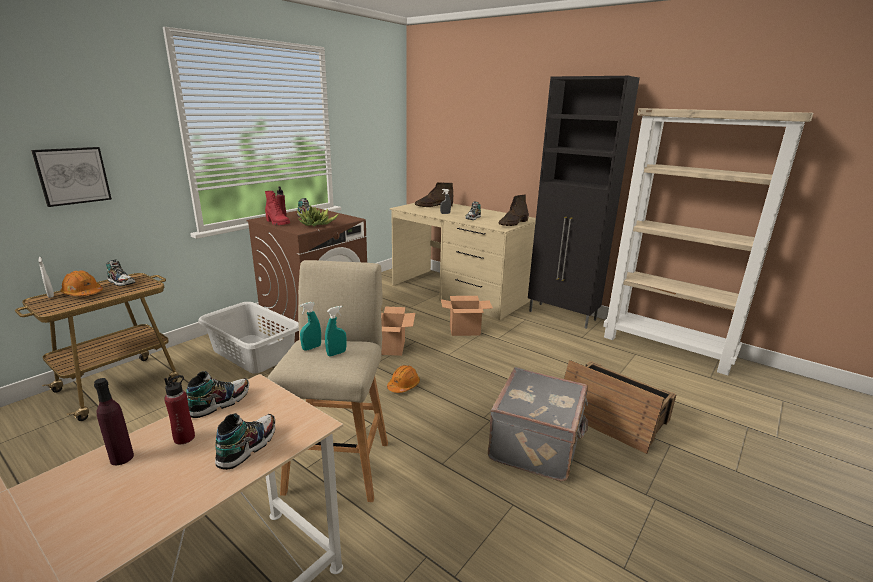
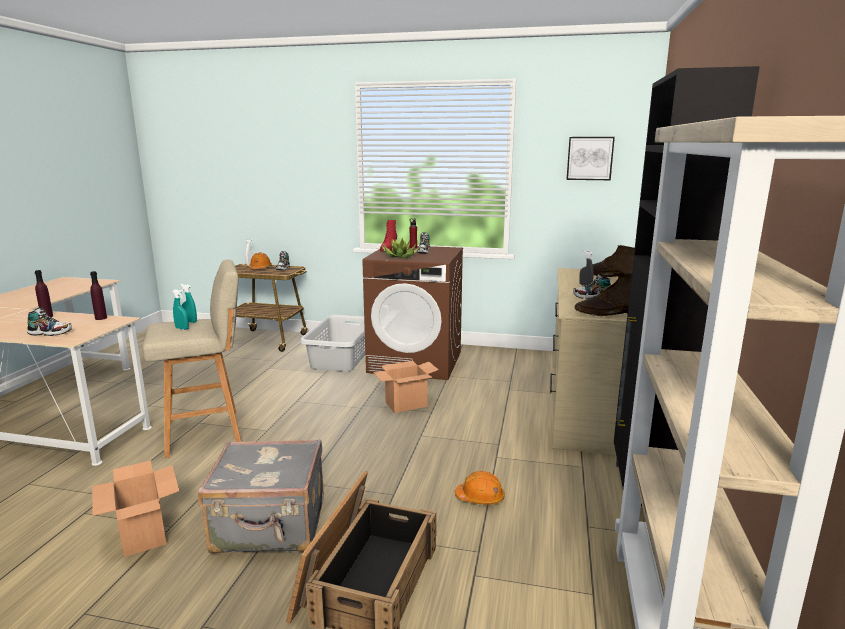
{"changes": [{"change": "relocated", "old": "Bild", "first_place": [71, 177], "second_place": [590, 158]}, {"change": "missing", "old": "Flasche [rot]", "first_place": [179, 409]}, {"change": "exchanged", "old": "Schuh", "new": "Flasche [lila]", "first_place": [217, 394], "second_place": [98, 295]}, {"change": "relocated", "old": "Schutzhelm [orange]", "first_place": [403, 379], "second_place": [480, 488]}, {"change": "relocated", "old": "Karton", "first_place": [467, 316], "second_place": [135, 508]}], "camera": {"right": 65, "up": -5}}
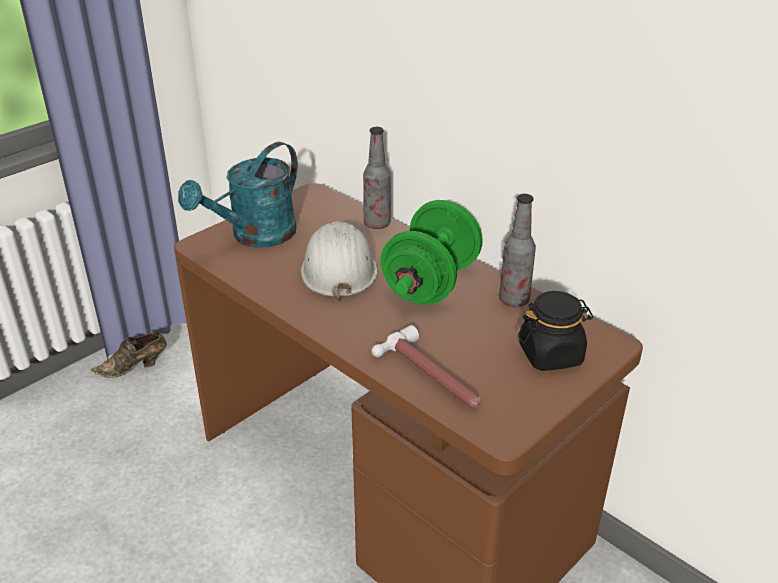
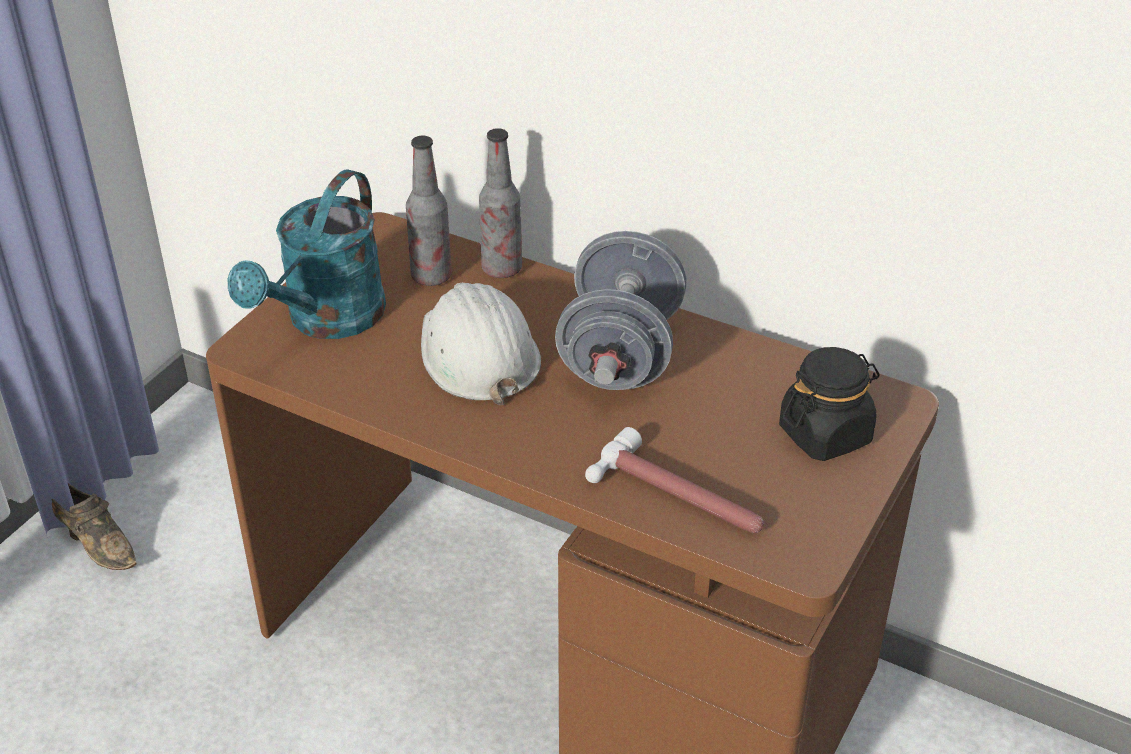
{"changes": [{"change": "spun", "old": "Schuh [braun]", "first_place": [129, 354], "second_place": [94, 526], "degrees": -105}, {"change": "colour", "old": "Hantel [grün]", "new": "Hantel [grau]", "first_place": [431, 252], "second_place": [620, 310]}, {"change": "relocated", "old": "Flasche", "first_place": [517, 250], "second_place": [429, 211]}], "camera": {"right": -15, "up": 5}}
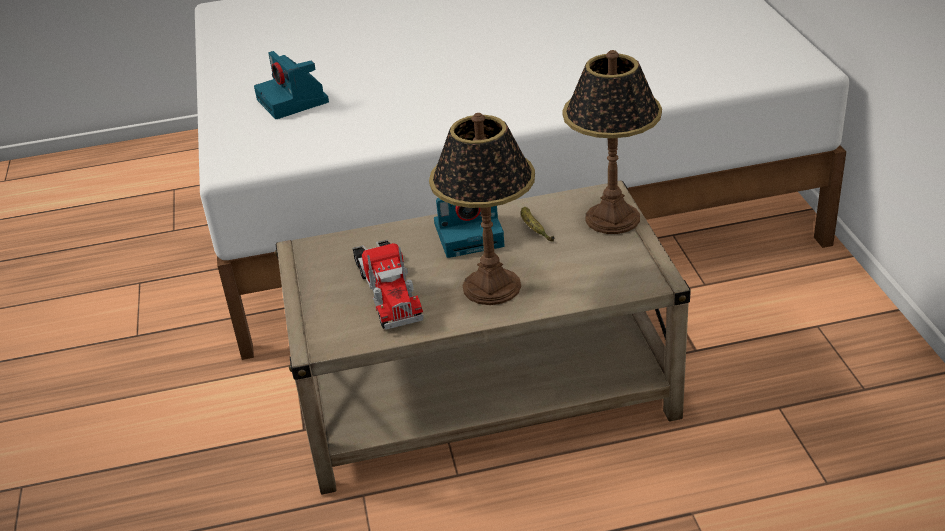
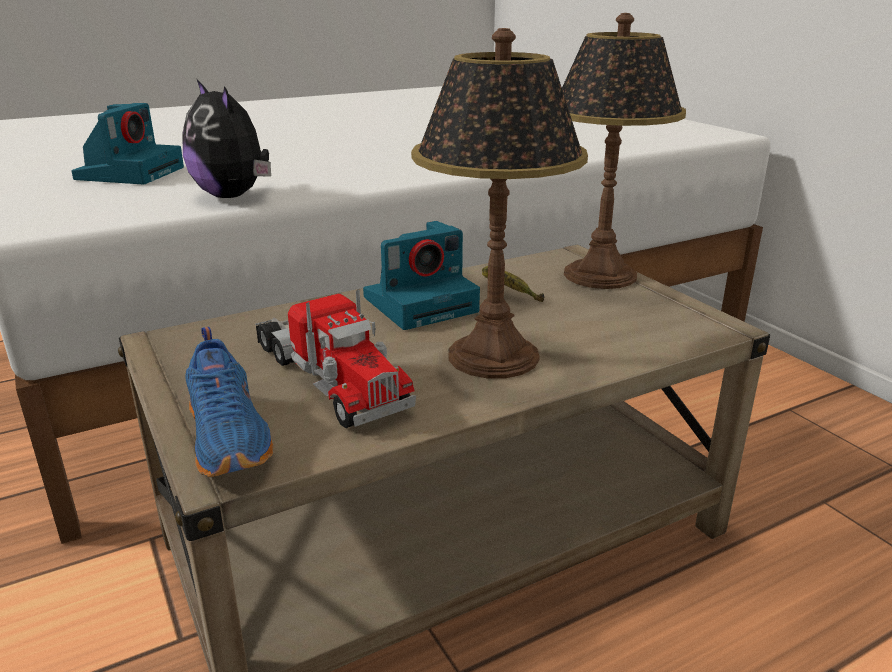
{"changes": [{"change": "spun", "old": "Kamera", "first_place": [291, 85], "second_place": [127, 144], "degrees": -120}, {"change": "appeared", "new": "Plüschtier", "second_place": [226, 139]}, {"change": "appeared", "new": "Schuh [blau]", "second_place": [229, 402]}], "camera": {"right": -20, "up": -10}}
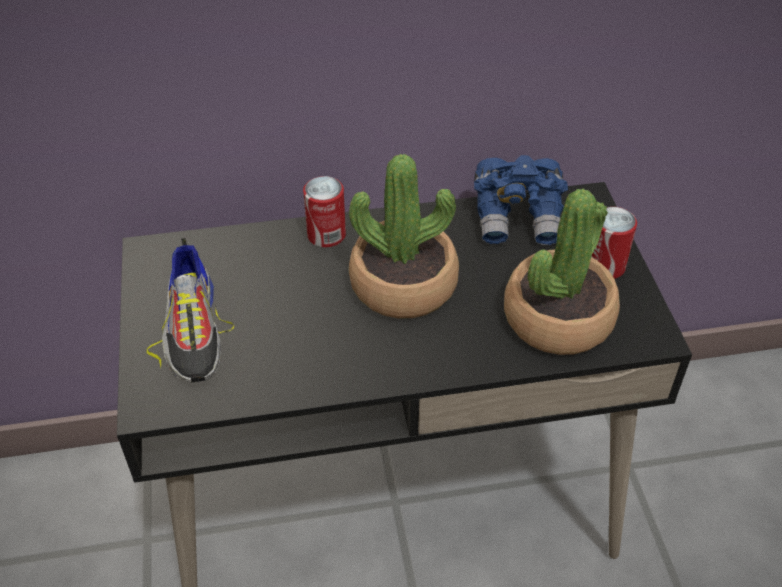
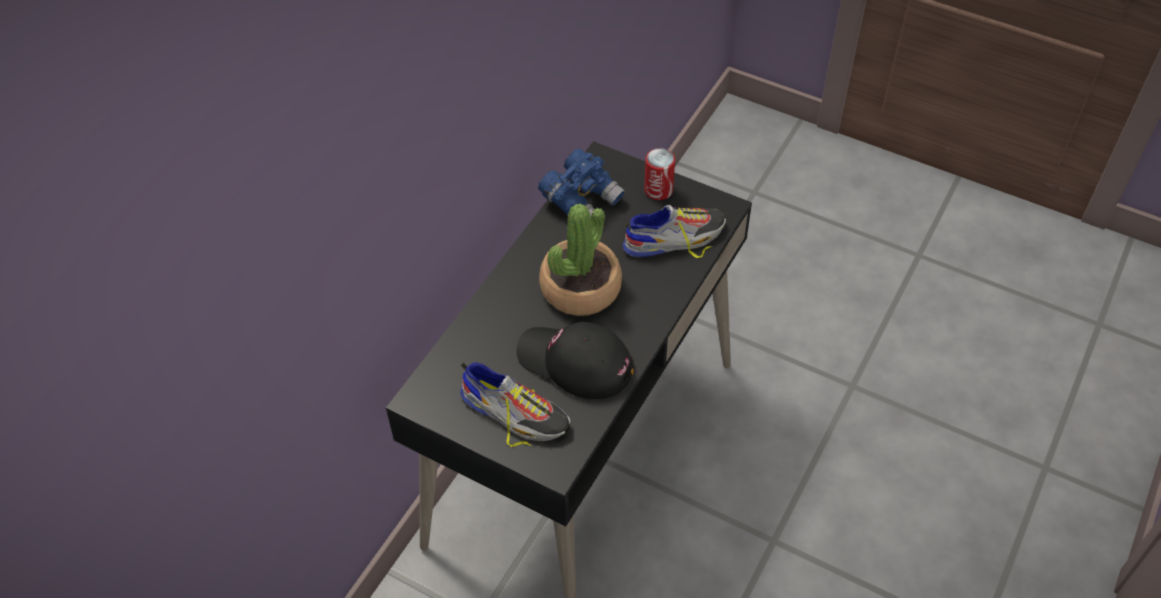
{"changes": [{"change": "missing", "old": "Dose", "first_place": [324, 211]}, {"change": "exchanged", "old": "Topfpflanze", "new": "Schuh", "first_place": [562, 272], "second_place": [674, 231]}, {"change": "appeared", "new": "Kappe [schwarz]", "second_place": [575, 360]}], "camera": {"right": -50, "up": 5}}
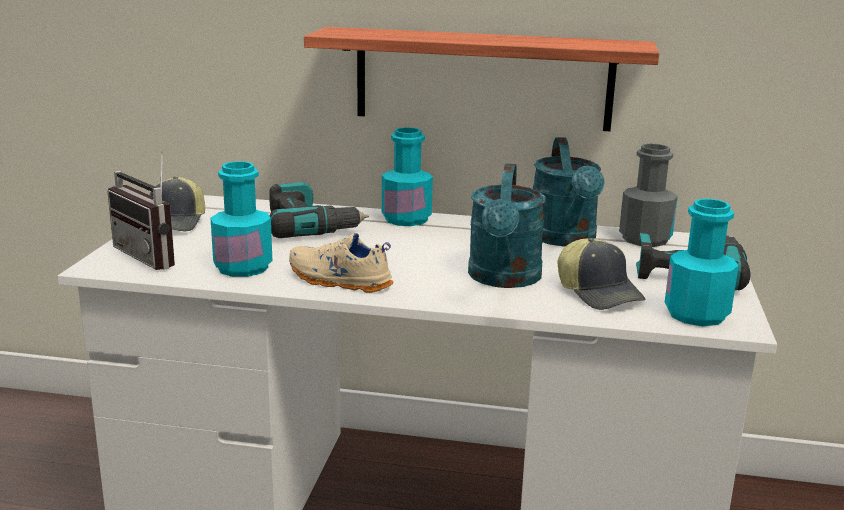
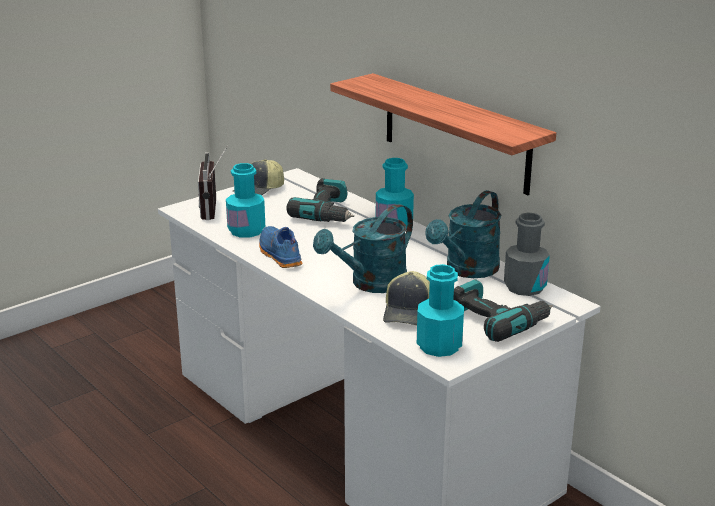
{"changes": [{"change": "colour", "old": "Schuh [beige]", "new": "Schuh [blau]", "first_place": [341, 263], "second_place": [281, 247]}], "camera": {"right": 40, "up": 5}}
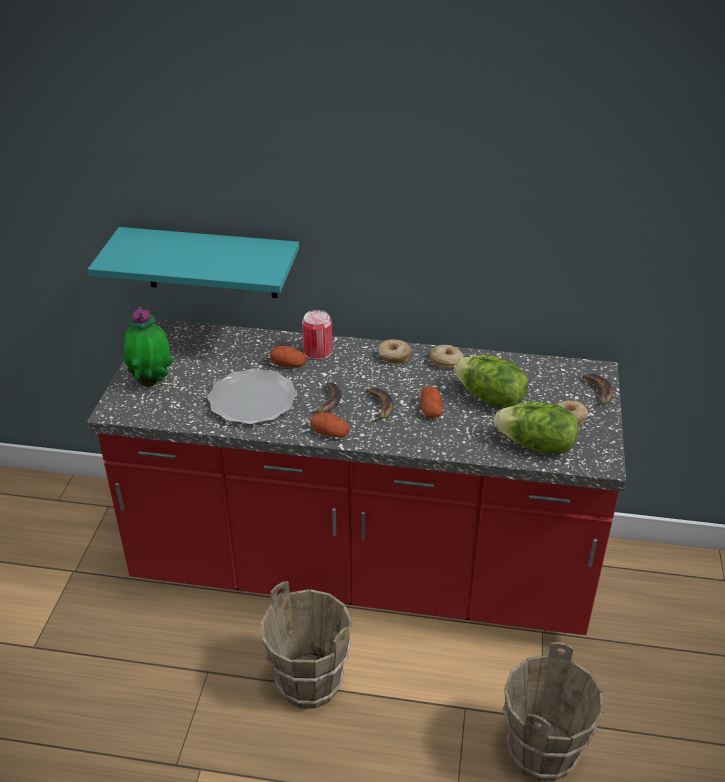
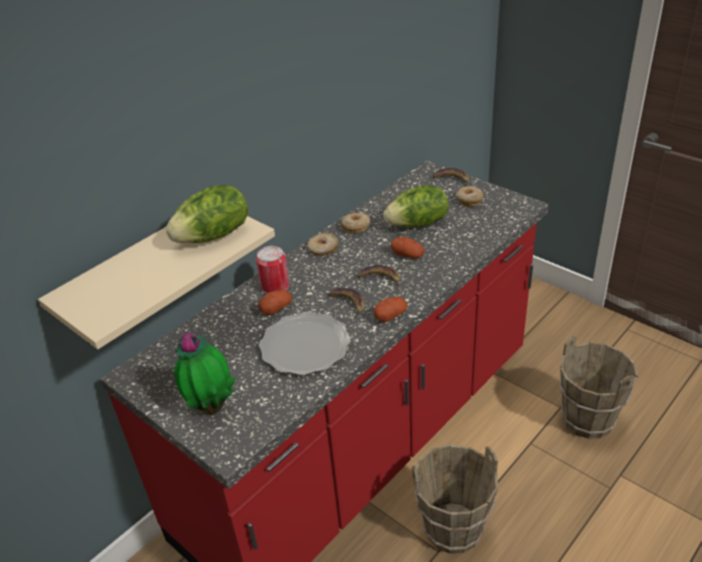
{"changes": [{"change": "colour", "old": "Wandregal [türkis]", "new": "Wandregal [beige]", "first_place": [193, 262], "second_place": [156, 282]}, {"change": "relocated", "old": "Salatkopf", "first_place": [536, 428], "second_place": [207, 214]}], "camera": {"right": -55, "up": 0}}
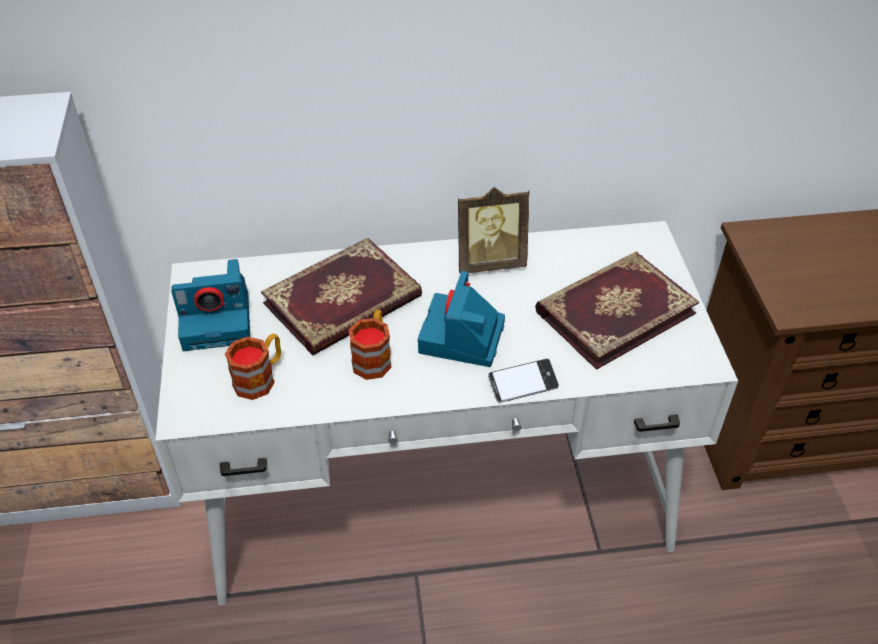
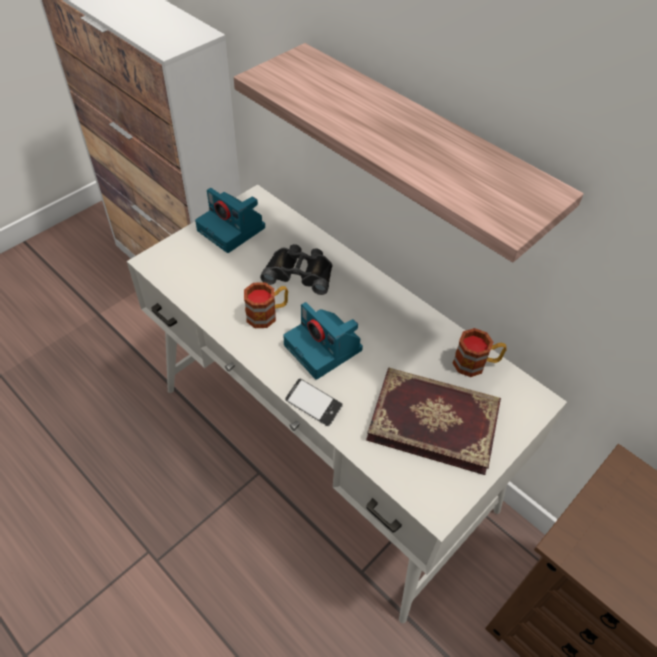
{"changes": [{"change": "relocated", "old": "Henkelbecher", "first_place": [253, 366], "second_place": [480, 352]}, {"change": "exchanged", "old": "Buch", "new": "Fernglas [schwarz]", "first_place": [341, 296], "second_place": [296, 269]}, {"change": "spun", "old": "Kamera", "first_place": [461, 319], "second_place": [323, 341], "degrees": -105}, {"change": "missing", "old": "Bilderrahmen", "first_place": [493, 230]}, {"change": "appeared", "new": "Wandregal", "second_place": [409, 153]}], "camera": {"right": 50, "up": 5}}
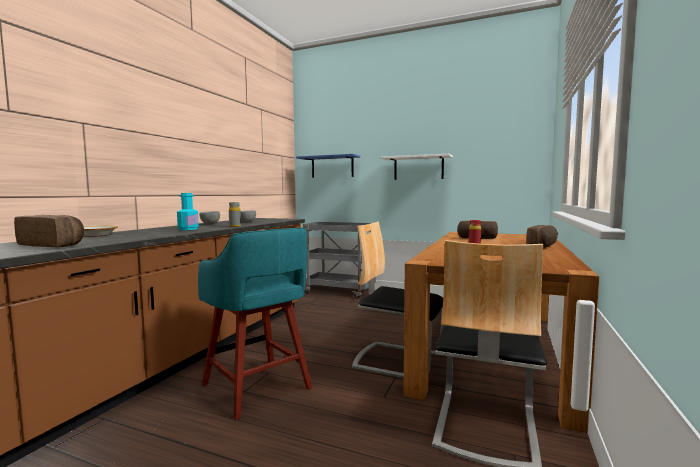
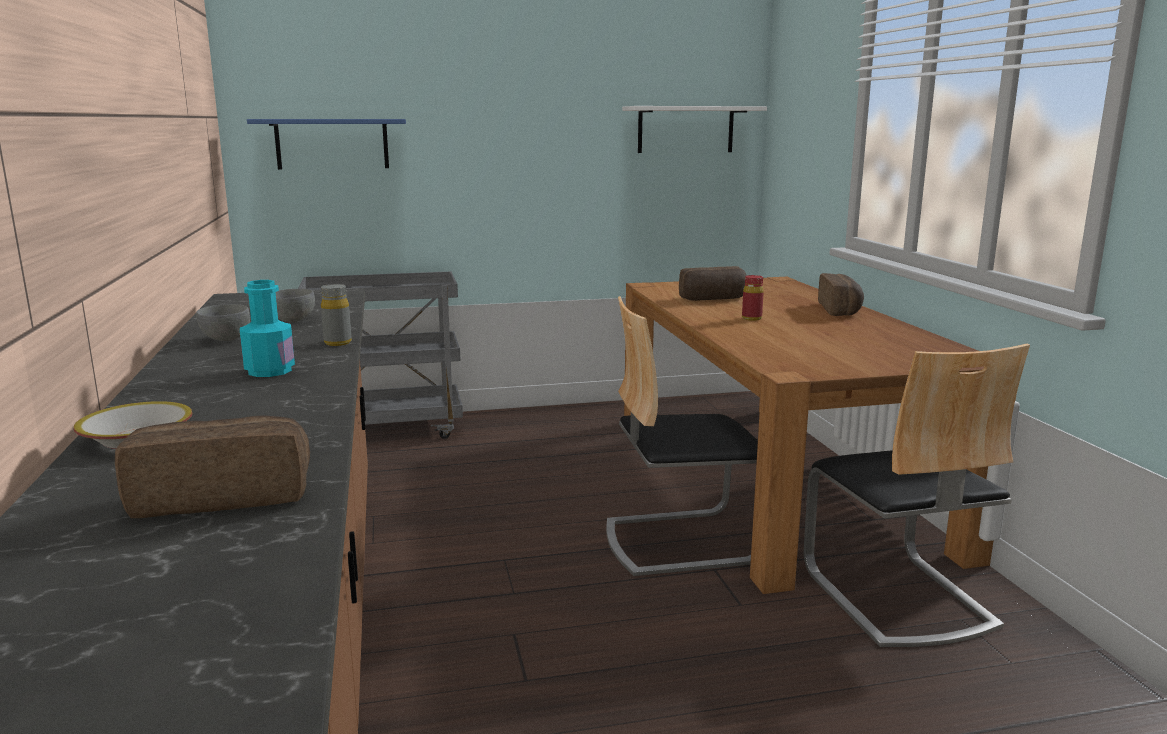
{"changes": [{"change": "missing", "old": "Hocker [türkis]", "first_place": [255, 324]}, {"change": "relocated", "old": "Wandregal [weiß]", "first_place": [417, 167], "second_place": [694, 129]}], "camera": {"right": -35, "up": 10}}
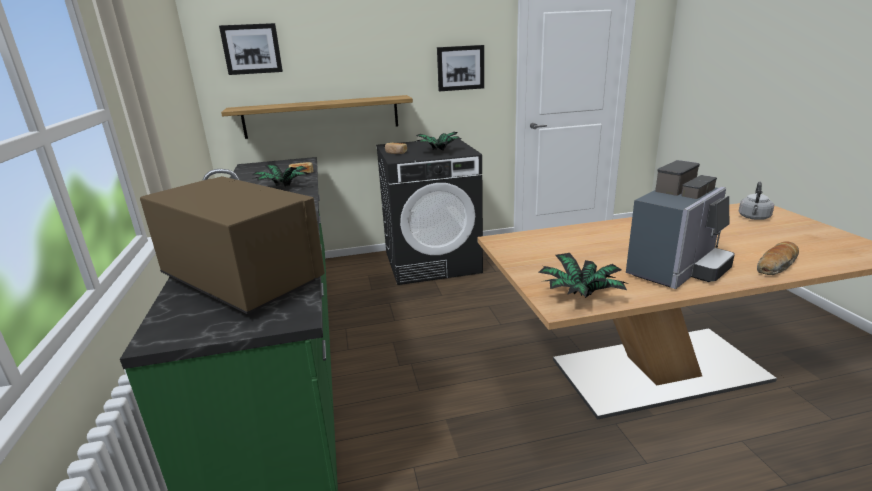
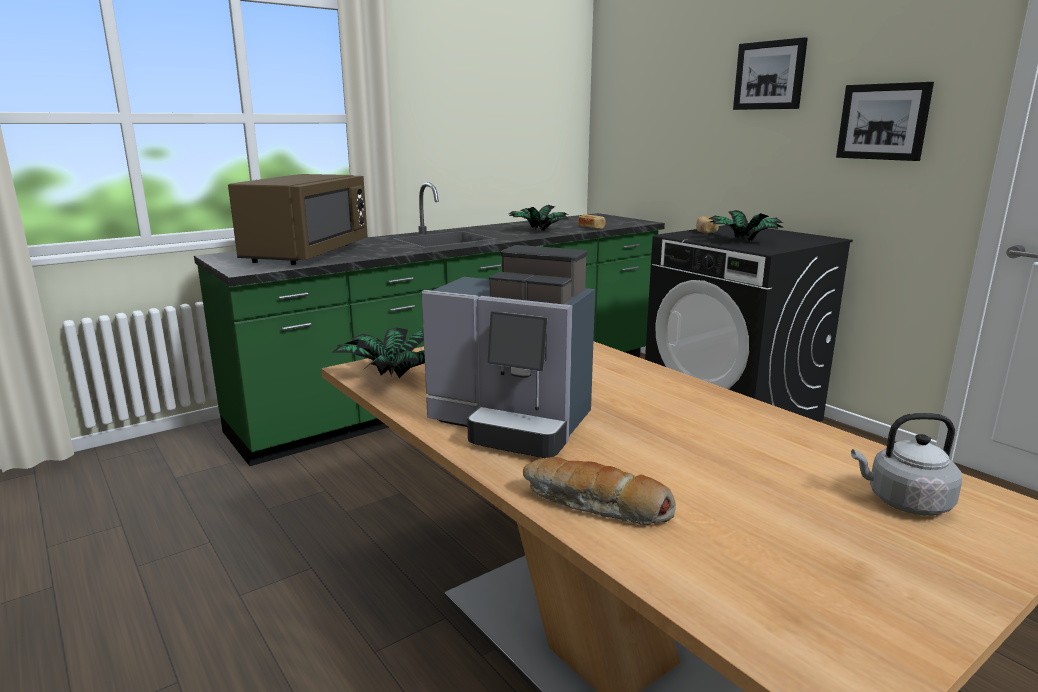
{"changes": [{"change": "relocated", "old": "Bild", "first_place": [251, 49], "second_place": [770, 73]}, {"change": "missing", "old": "Wandregal", "first_place": [317, 117]}], "camera": {"right": 65, "up": -5}}
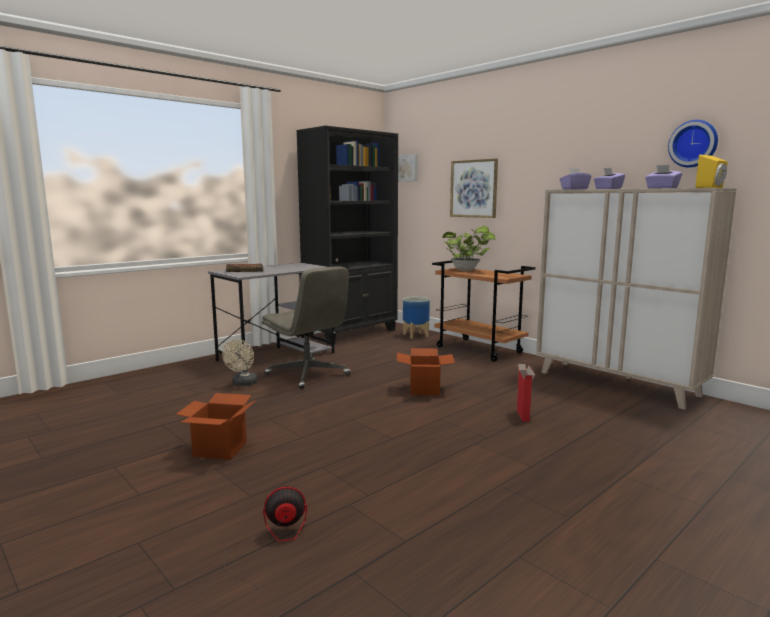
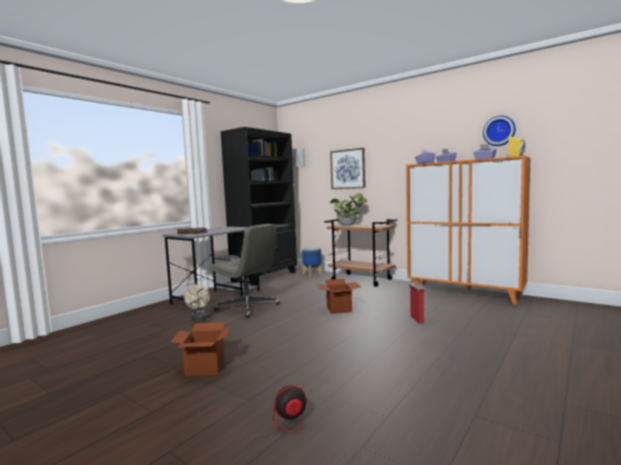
{"changes": [{"change": "colour", "old": "Schrank [beige]", "new": "Schrank [orange]", "first_place": [636, 299], "second_place": [468, 230]}], "camera": {"right": -10, "up": -5}}
